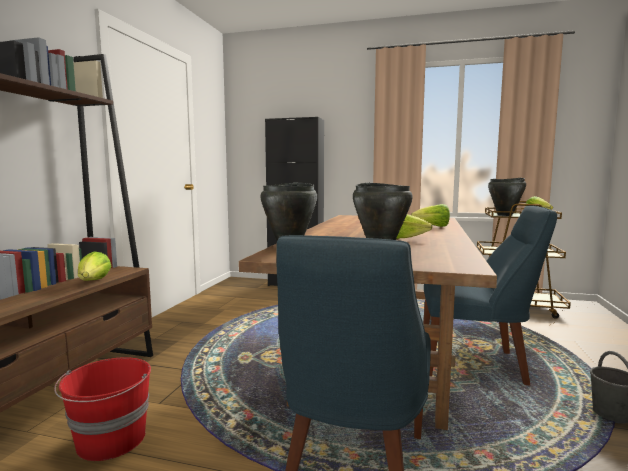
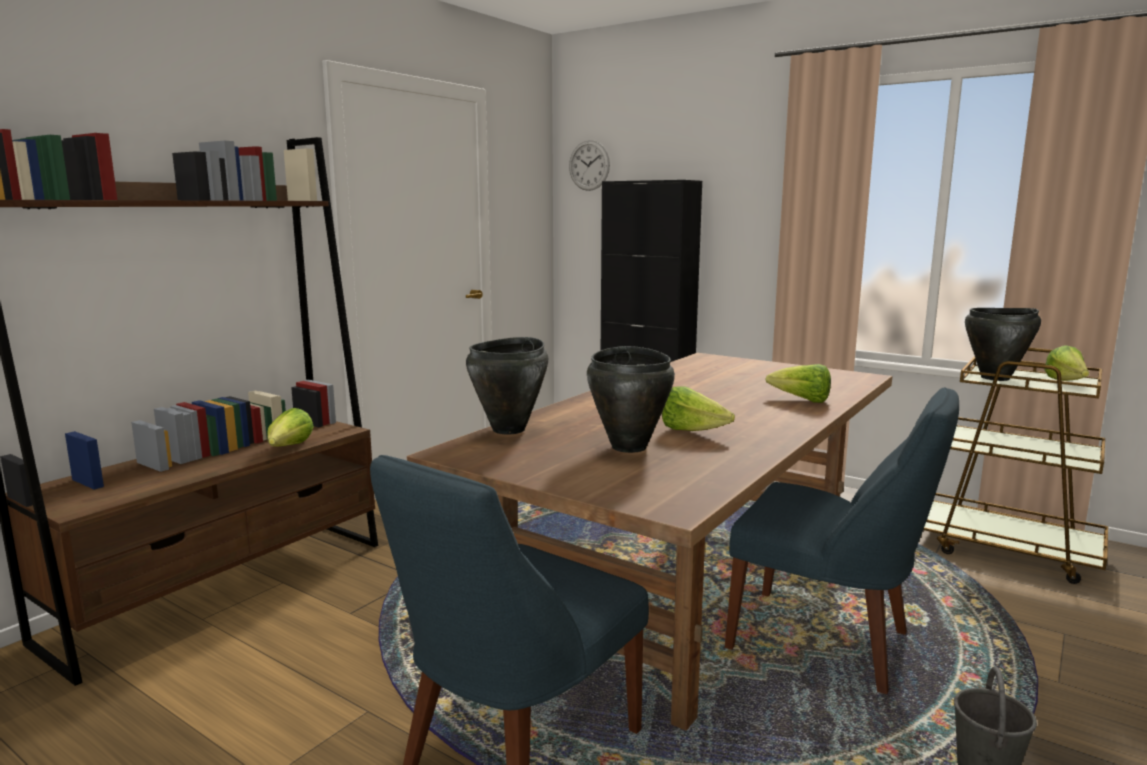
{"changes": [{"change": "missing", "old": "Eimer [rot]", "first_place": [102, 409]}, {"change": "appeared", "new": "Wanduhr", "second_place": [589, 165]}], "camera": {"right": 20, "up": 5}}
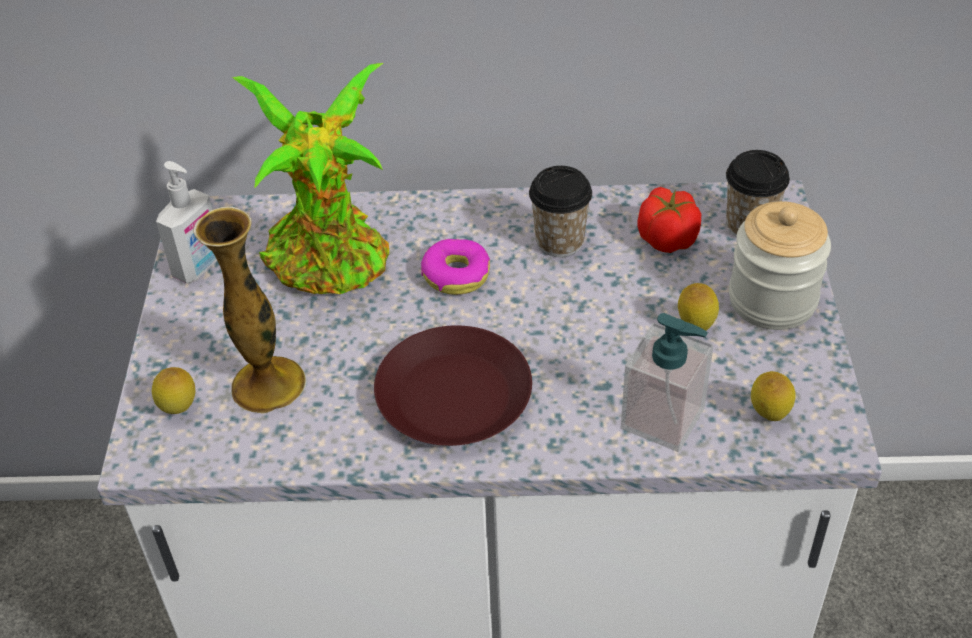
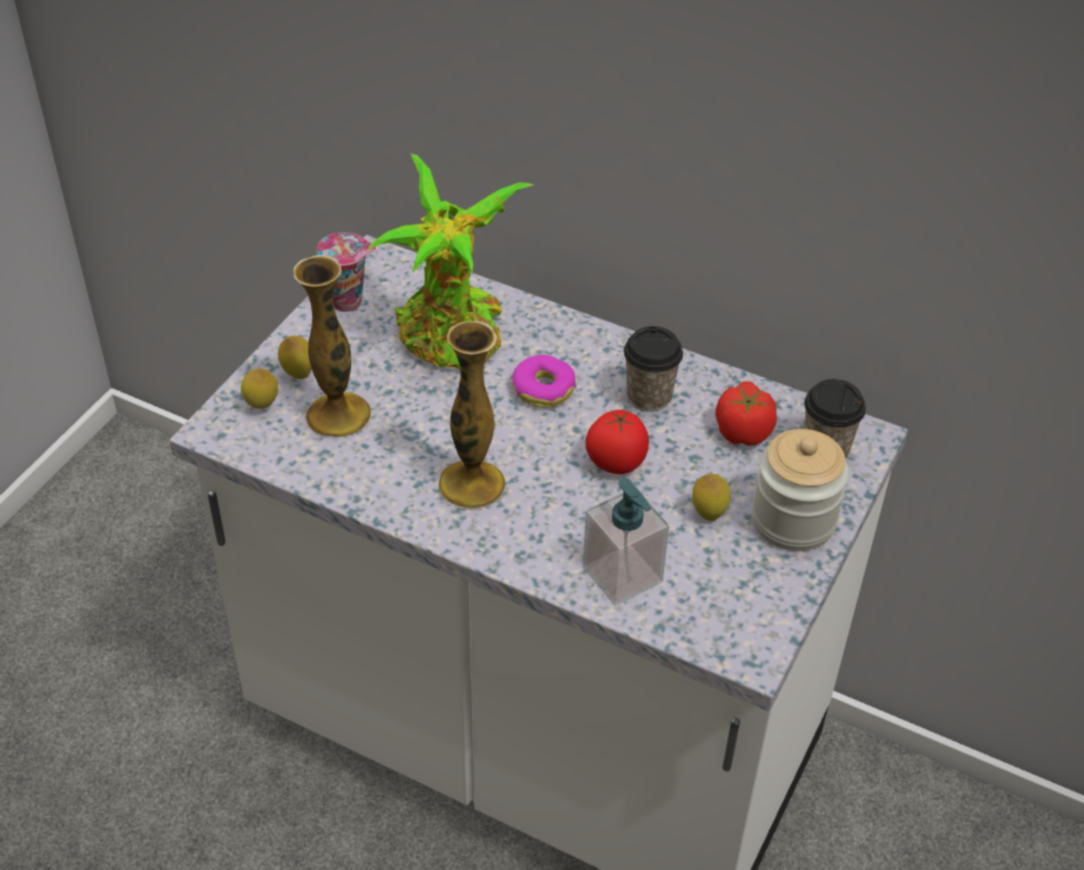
{"changes": [{"change": "exchanged", "old": "Seifenspender", "new": "Tasse", "first_place": [186, 222], "second_place": [346, 272]}, {"change": "exchanged", "old": "Teller [braun]", "new": "Vase", "first_place": [453, 385], "second_place": [471, 415]}, {"change": "relocated", "old": "Zitrone", "first_place": [773, 396], "second_place": [295, 357]}, {"change": "appeared", "new": "Tomate", "second_place": [617, 442]}], "camera": {"right": 25, "up": 0}}
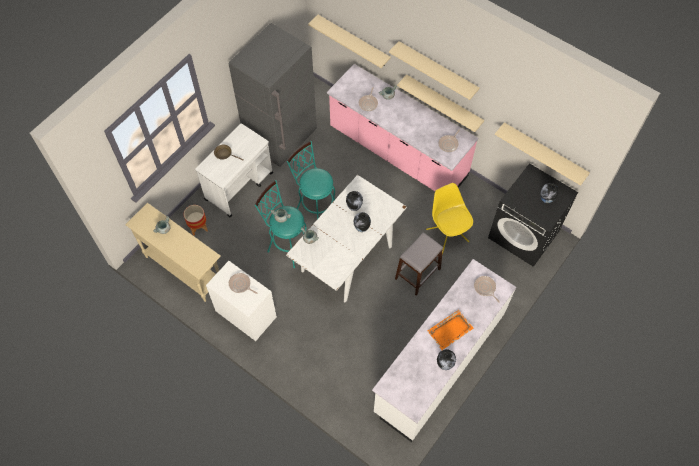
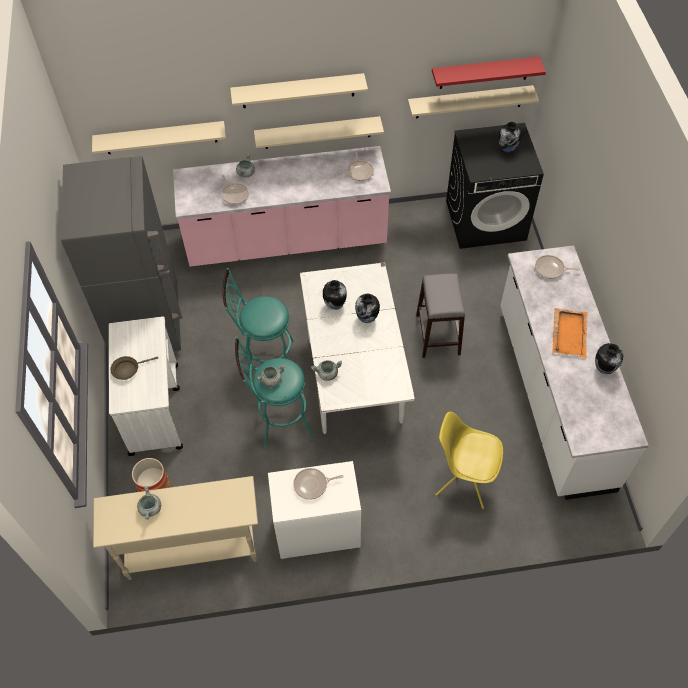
{"changes": [{"change": "relocated", "old": "Stuhl [gelb]", "first_place": [449, 218], "second_place": [469, 460]}, {"change": "appeared", "new": "Wandregal [rot]", "second_place": [489, 73]}], "camera": {"right": -45, "up": -5}}
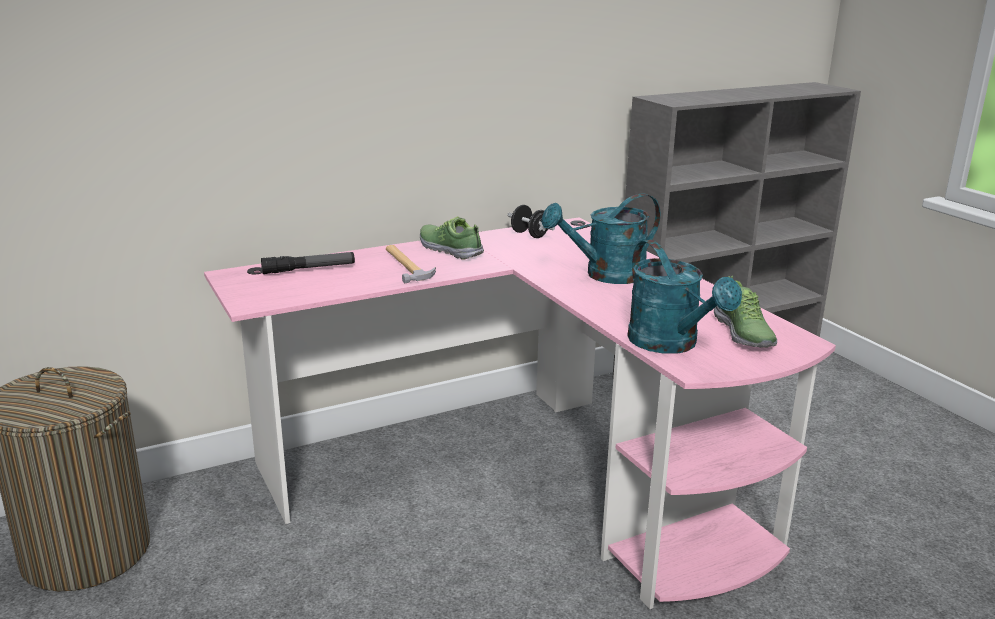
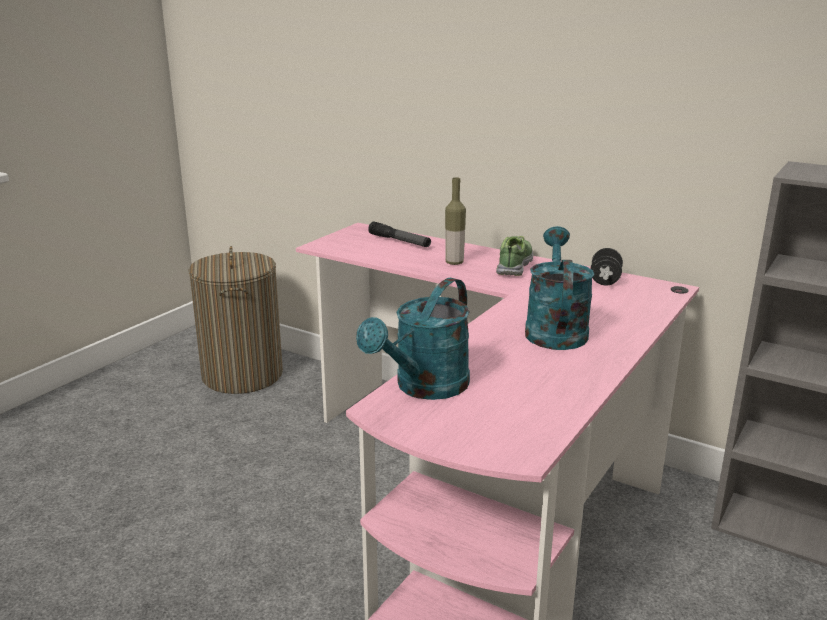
{"changes": [{"change": "exchanged", "old": "Hammer", "new": "Flasche", "first_place": [411, 264], "second_place": [455, 221]}, {"change": "spun", "old": "Gießkanne [türkis]", "first_place": [600, 238], "second_place": [559, 288], "degrees": 60}, {"change": "missing", "old": "Schuh", "first_place": [745, 312]}], "camera": {"right": 60, "up": 0}}
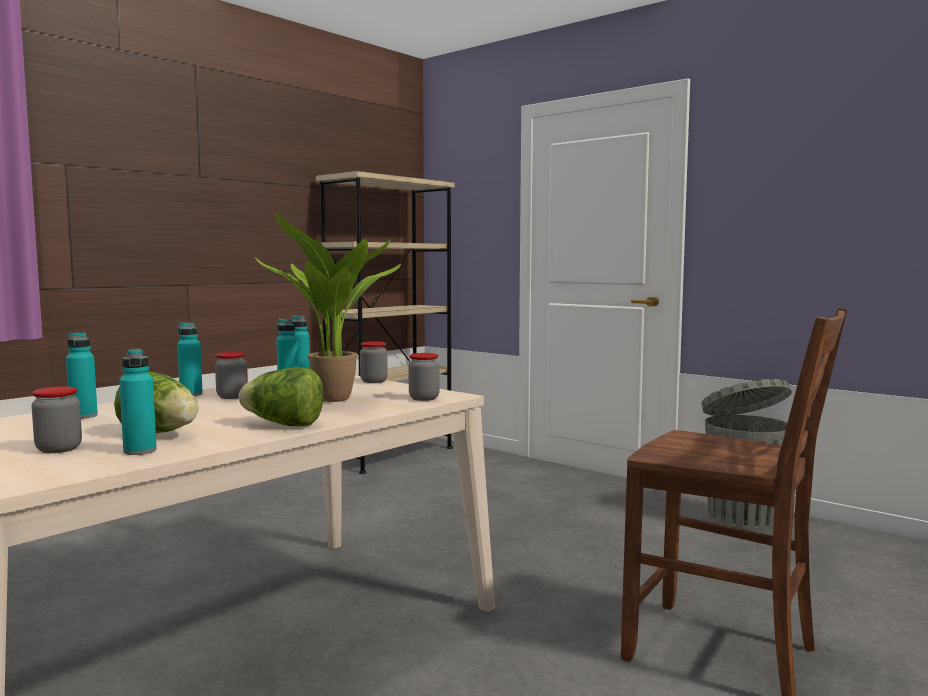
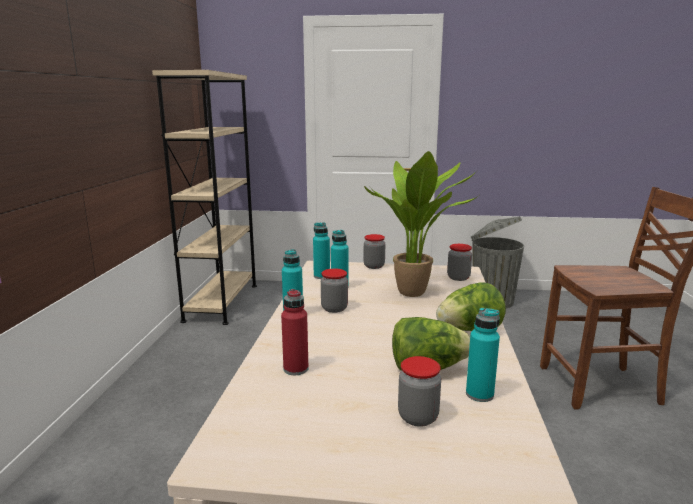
{"changes": [{"change": "colour", "old": "Flasche [türkis]", "new": "Flasche [rot]", "first_place": [82, 375], "second_place": [295, 332]}], "camera": {"right": -35, "up": 10}}
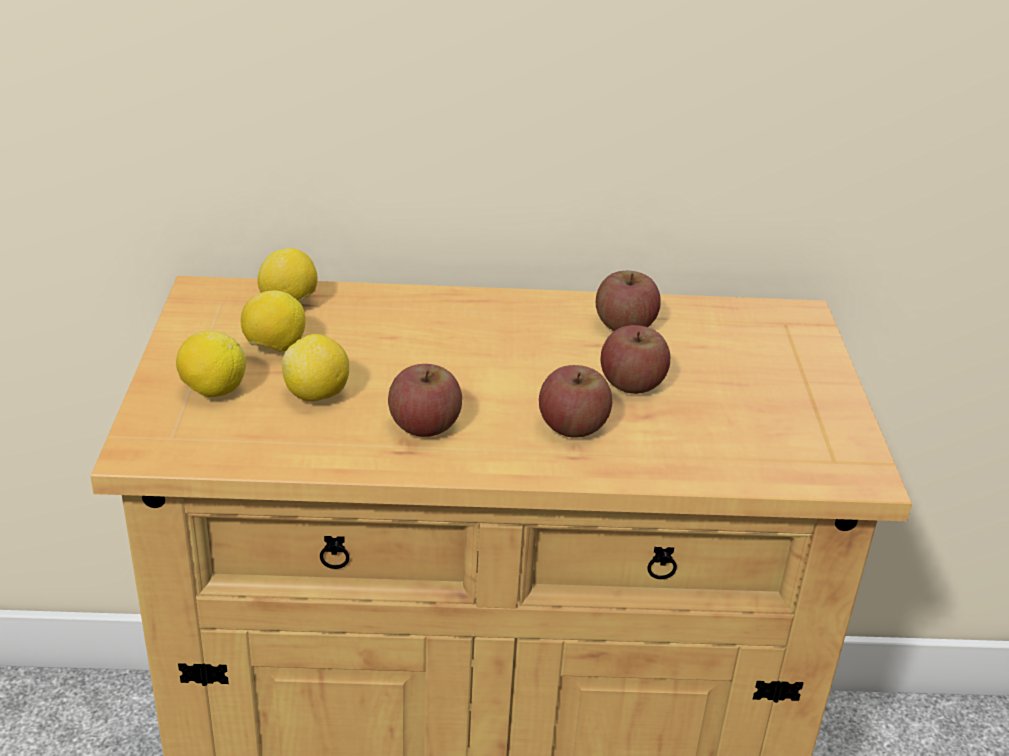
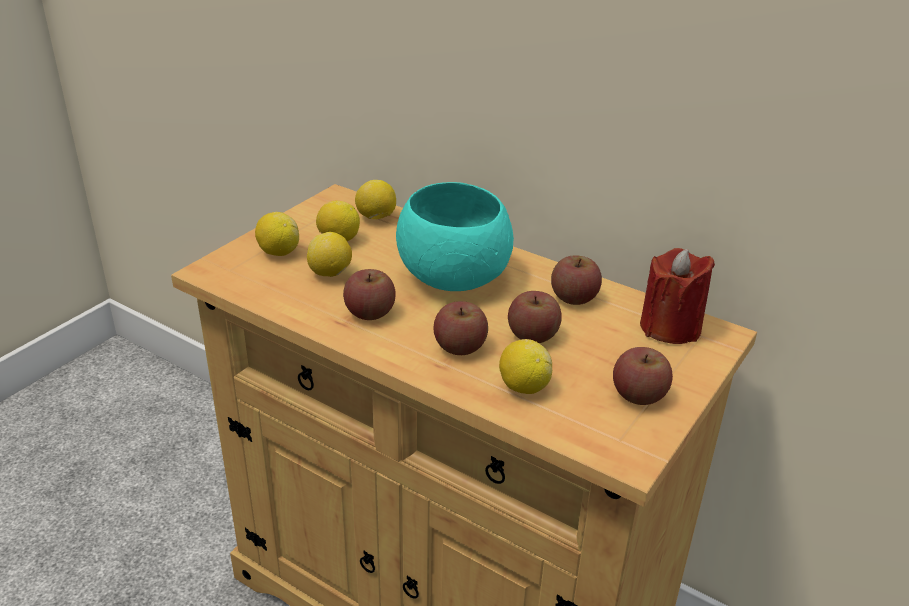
{"changes": [{"change": "appeared", "new": "Schüssel [türkis]", "second_place": [455, 236]}, {"change": "appeared", "new": "Zitrone", "second_place": [525, 366]}, {"change": "appeared", "new": "Apfel", "second_place": [643, 376]}, {"change": "appeared", "new": "Kerze [rot]", "second_place": [677, 296]}], "camera": {"right": 35, "up": 0}}
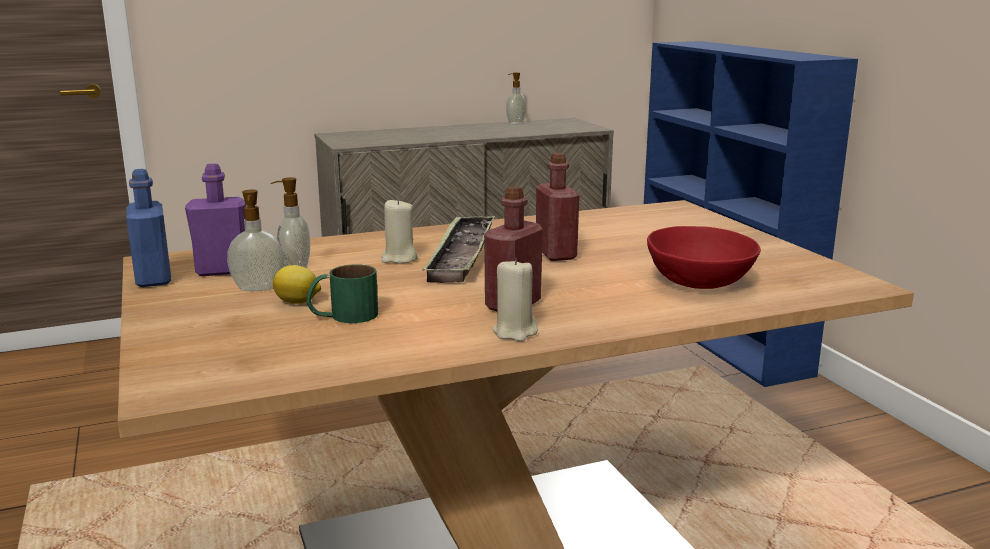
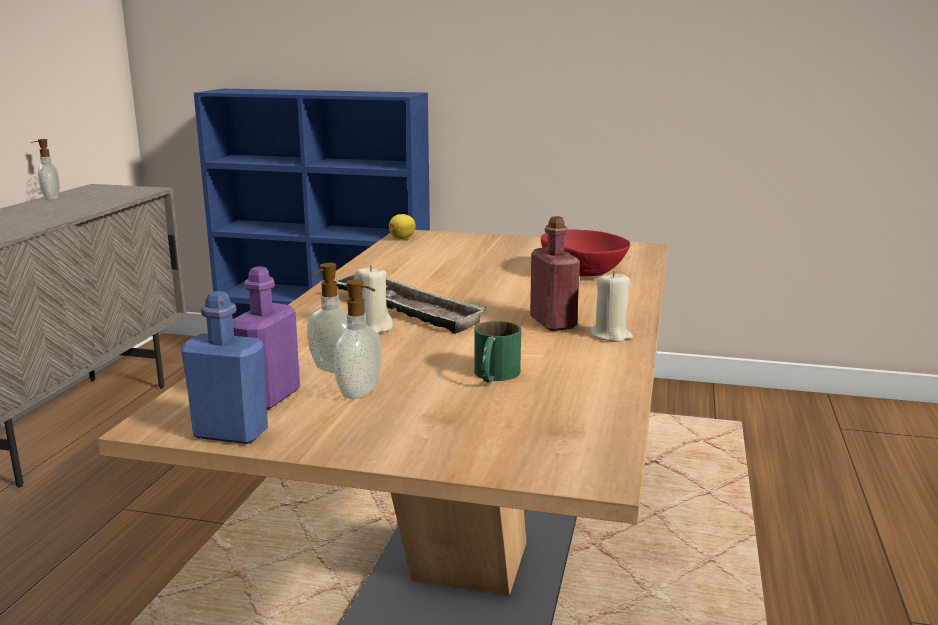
{"changes": [{"change": "relocated", "old": "Zitrone", "first_place": [297, 284], "second_place": [402, 226]}, {"change": "missing", "old": "Flasche [rot]", "first_place": [557, 207]}], "camera": {"right": -55, "up": 0}}
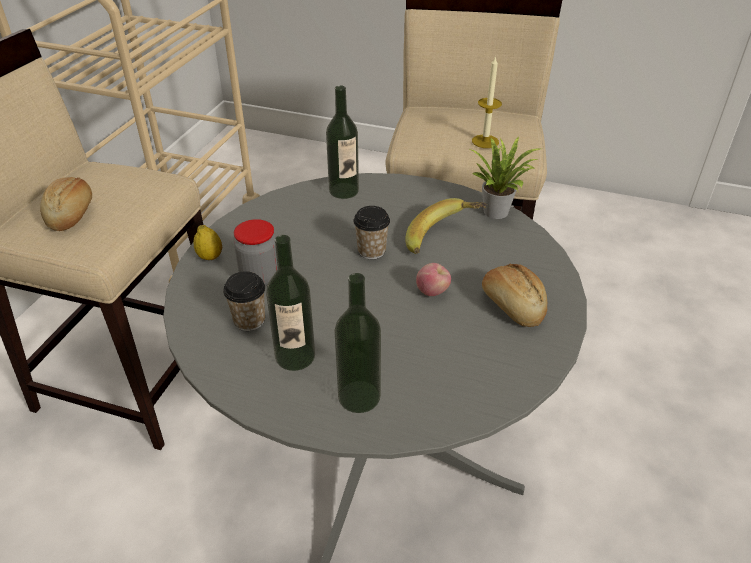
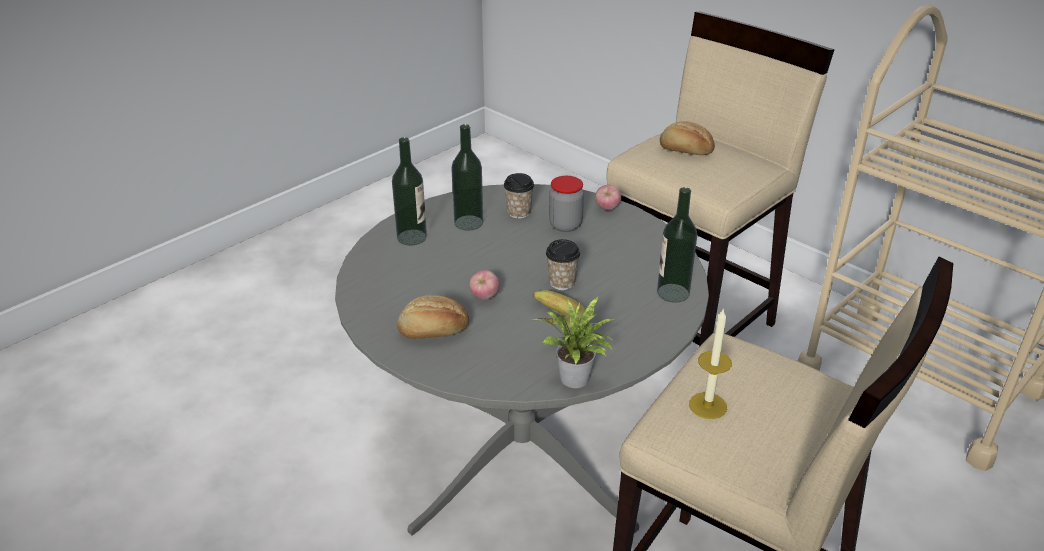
{"changes": [{"change": "exchanged", "old": "Zitrone", "new": "Apfel", "first_place": [208, 242], "second_place": [608, 197]}], "camera": {"right": 115, "up": -5}}
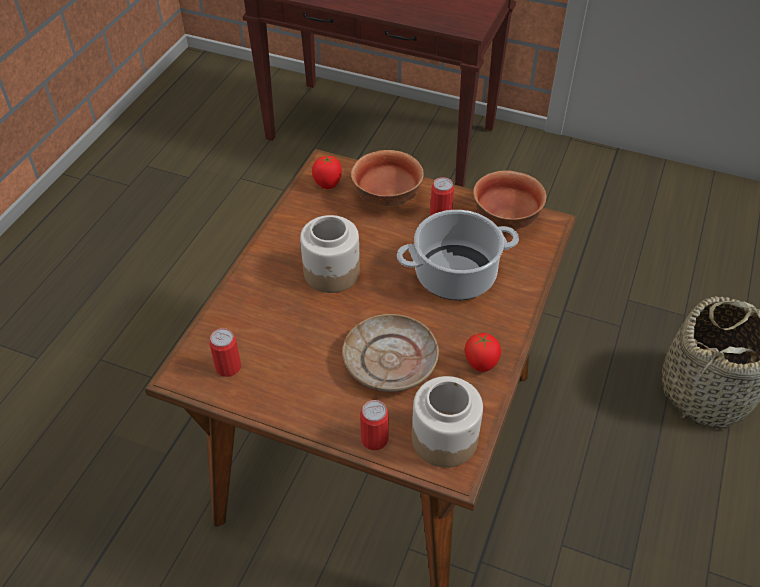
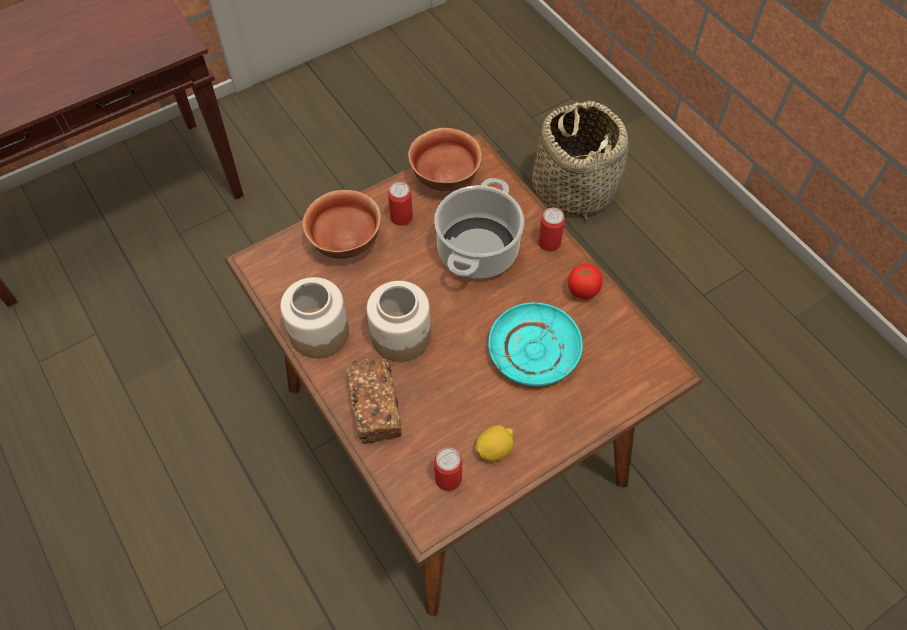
{"changes": [{"change": "missing", "old": "Tomate", "first_place": [327, 172]}, {"change": "colour", "old": "Teller [beige]", "new": "Teller [türkis]", "first_place": [391, 353], "second_place": [535, 344]}, {"change": "relocated", "old": "Dose", "first_place": [374, 425], "second_place": [551, 229]}, {"change": "relocated", "old": "Vorratsglas", "first_place": [447, 422], "second_place": [314, 317]}, {"change": "appeared", "new": "Brot", "second_place": [374, 401]}, {"change": "appeared", "new": "Zitrone", "second_place": [495, 443]}], "camera": {"right": -55, "up": 10}}
